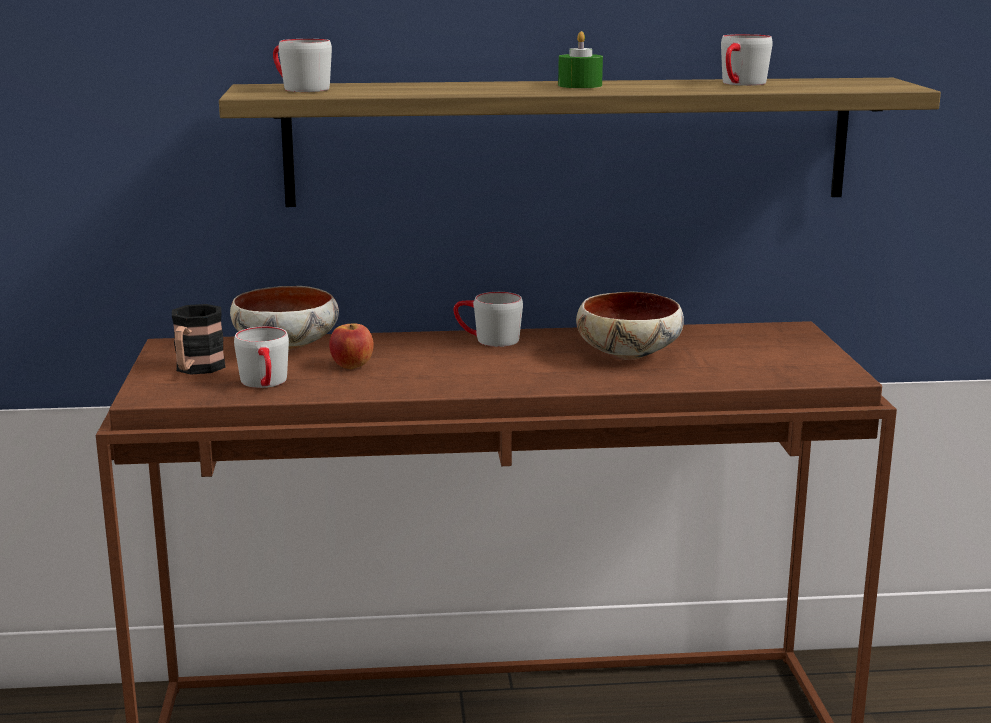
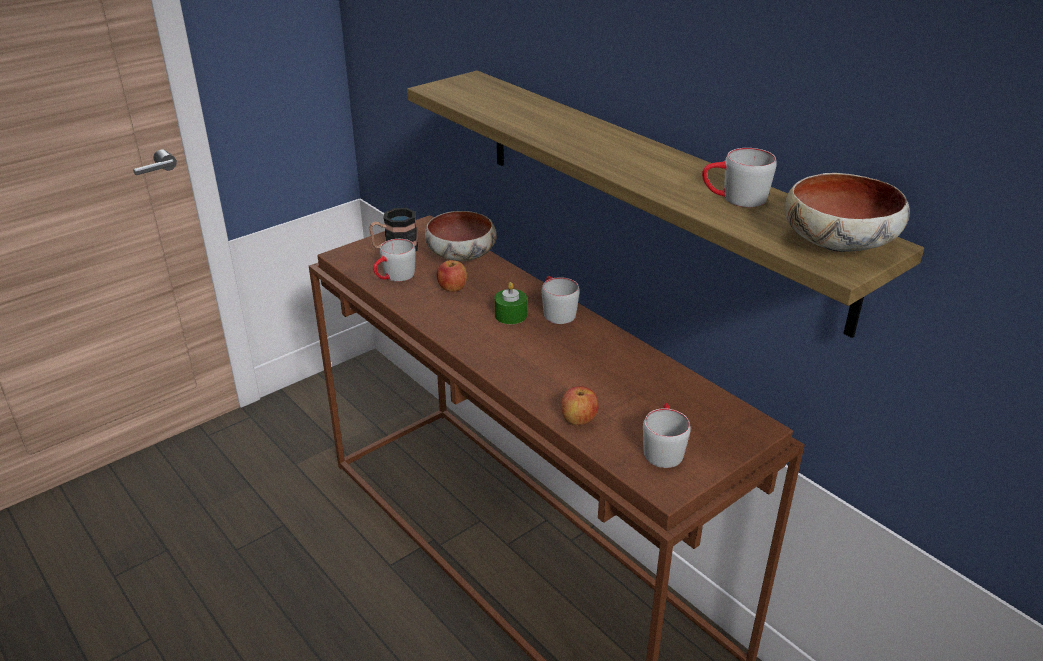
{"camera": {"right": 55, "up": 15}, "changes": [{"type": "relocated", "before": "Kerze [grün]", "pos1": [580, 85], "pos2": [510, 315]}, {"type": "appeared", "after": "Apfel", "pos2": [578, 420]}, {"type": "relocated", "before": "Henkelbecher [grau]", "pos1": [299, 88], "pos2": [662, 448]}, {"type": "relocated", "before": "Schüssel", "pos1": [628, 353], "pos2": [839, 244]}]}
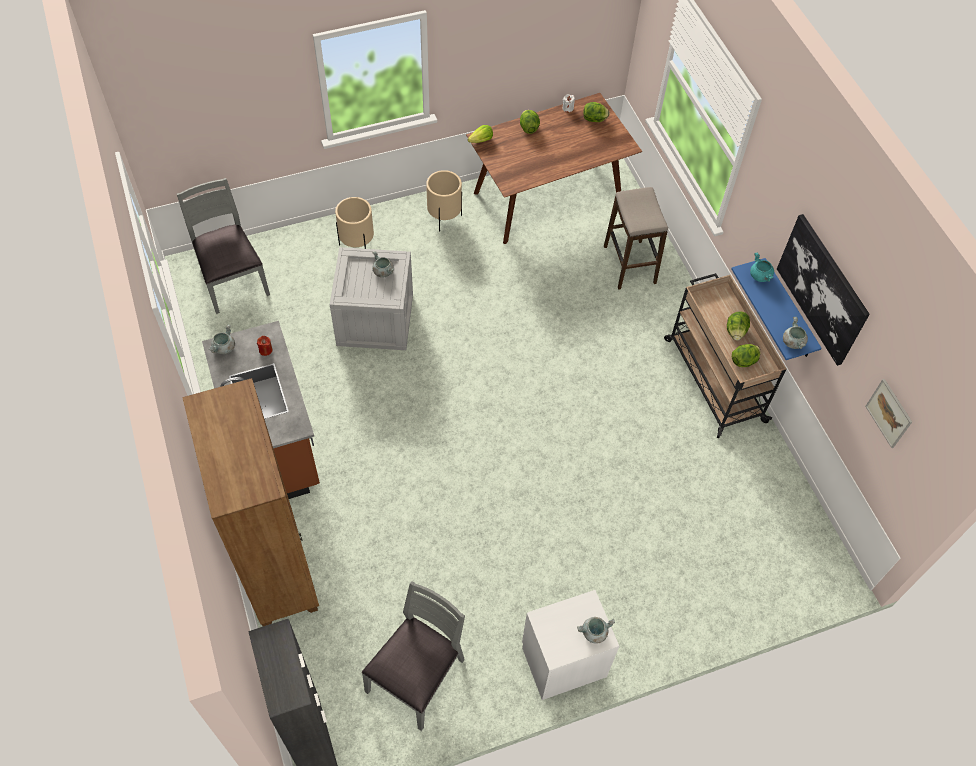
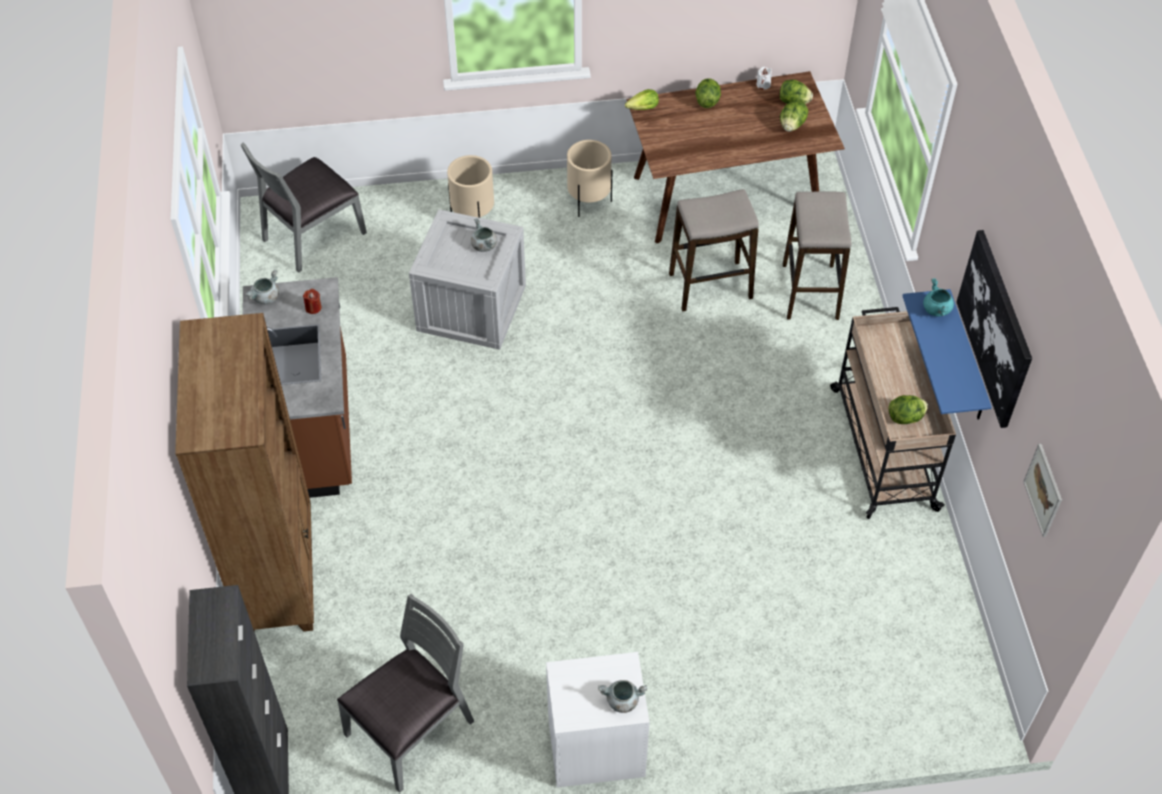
{"camera": {"right": 15, "up": -5}, "changes": [{"type": "spun", "before": "Stuhl [grau]", "pos1": [232, 279], "pos2": [312, 235], "turn": -120}, {"type": "appeared", "after": "Hocker", "pos2": [710, 286]}, {"type": "relocated", "before": "Salatkopf", "pos1": [735, 332], "pos2": [792, 125]}, {"type": "missing", "before": "Kochtopf [grau]", "pos1": [792, 342]}]}
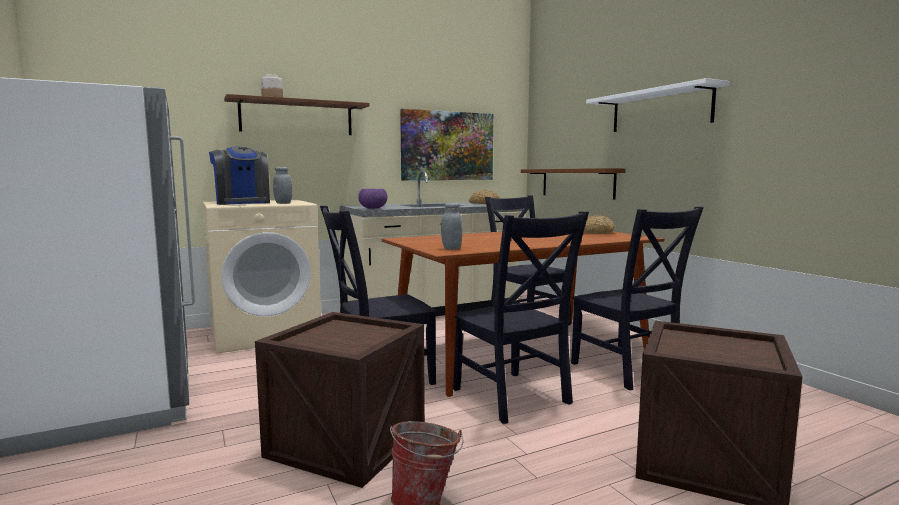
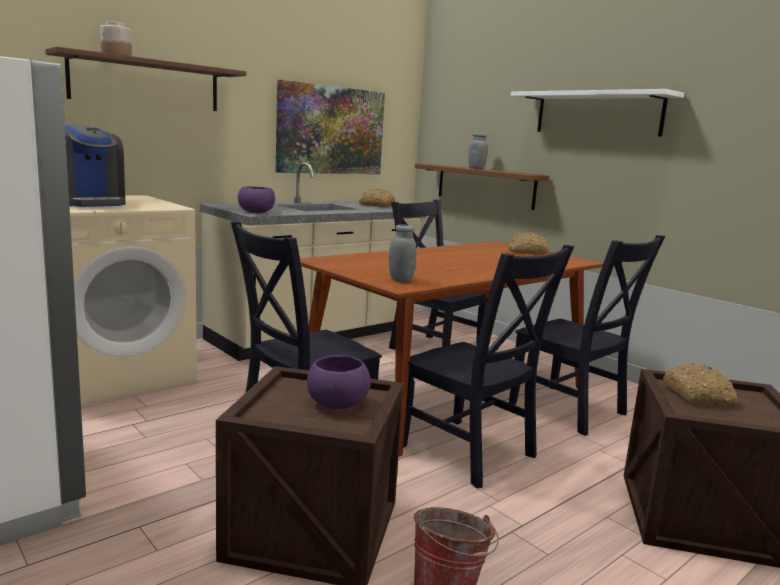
{"camera": {"right": -15, "up": 5}, "changes": [{"type": "appeared", "after": "Schüssel [lila]", "pos2": [337, 404]}, {"type": "relocated", "before": "Vorratsglas [grau]", "pos1": [283, 203], "pos2": [476, 168]}, {"type": "appeared", "after": "Brot", "pos2": [698, 396]}]}
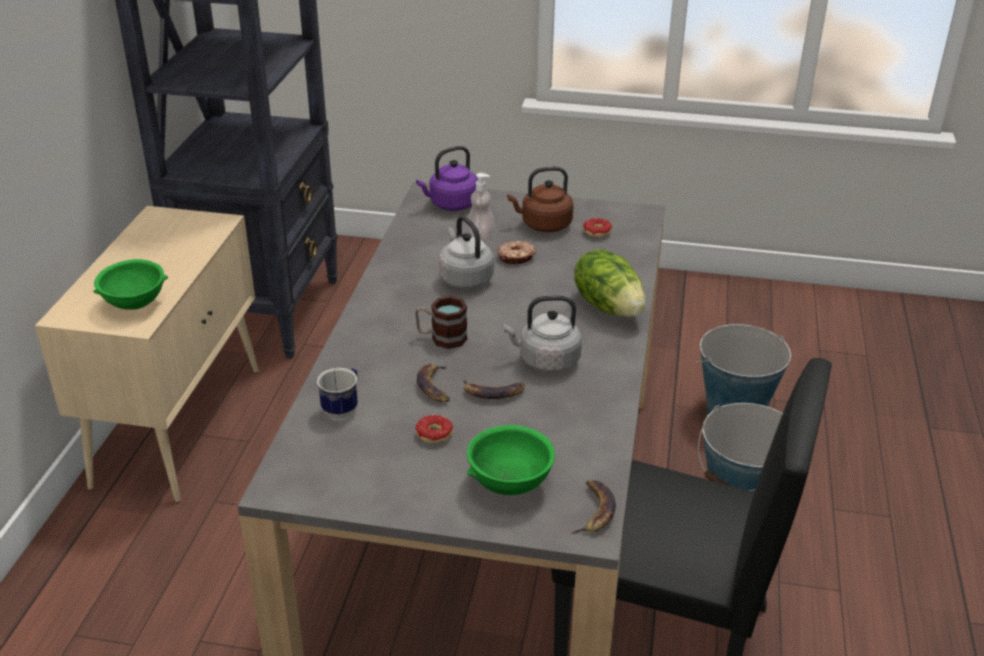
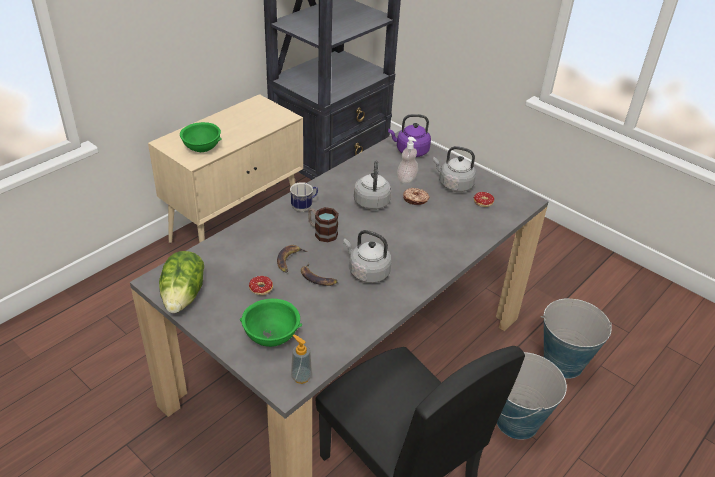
{"camera": {"right": 30, "up": 5}, "changes": [{"type": "relocated", "before": "Salatkopf", "pos1": [609, 306], "pos2": [184, 295]}, {"type": "relocated", "before": "Henkelbecher", "pos1": [343, 408], "pos2": [304, 207]}, {"type": "exchanged", "before": "Banane", "after": "Seifenspender", "pos1": [594, 511], "pos2": [301, 377]}, {"type": "colour", "before": "Wasserkessel [braun]", "after": "Wasserkessel [grau]", "pos1": [543, 225], "pos2": [453, 185]}]}
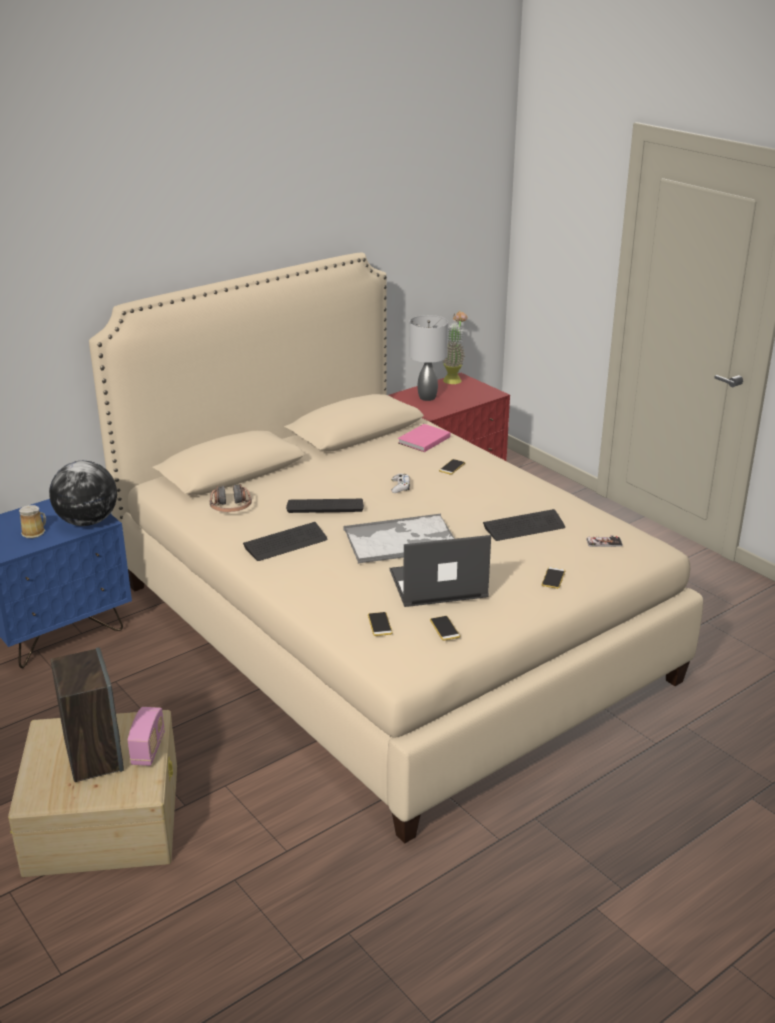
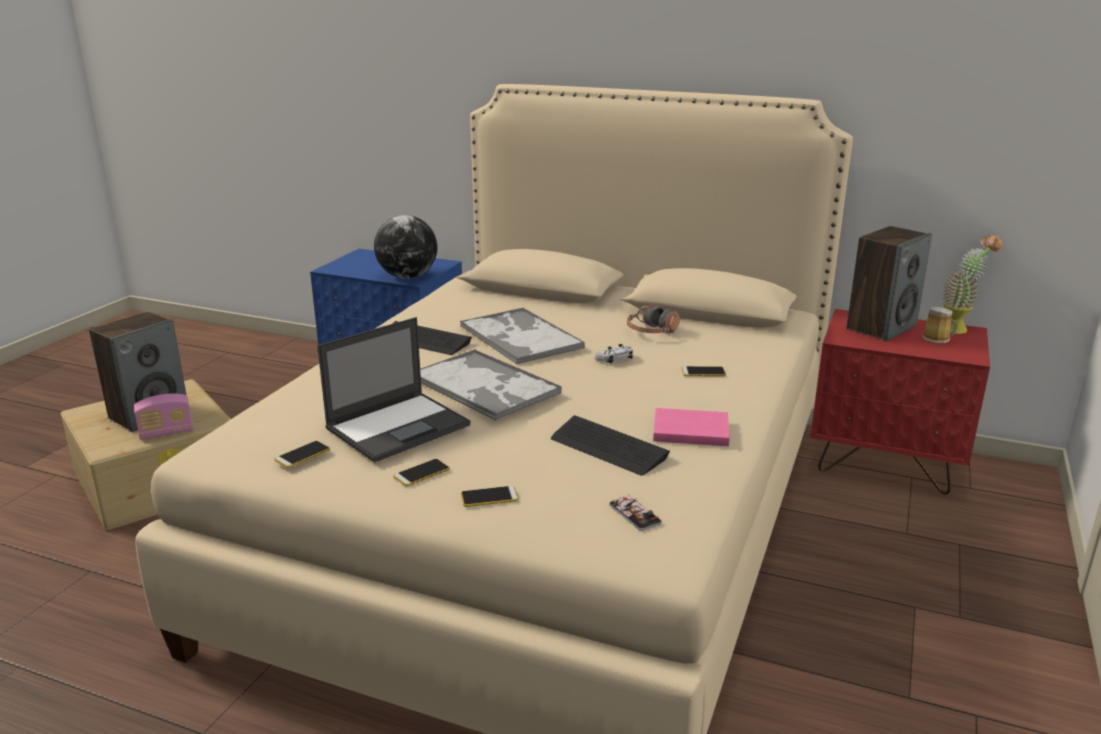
{"camera": {"right": 60, "up": -5}, "changes": [{"type": "spun", "before": "Laptop", "pos1": [436, 584], "pos2": [399, 426], "turn": 90}, {"type": "relocated", "before": "Handy", "pos1": [380, 624], "pos2": [421, 473]}, {"type": "exchanged", "before": "Tastatur", "after": "Tablett", "pos1": [325, 506], "pos2": [519, 336]}, {"type": "relocated", "before": "Kopfhörer", "pos1": [231, 508], "pos2": [652, 332]}, {"type": "relocated", "before": "Buch [rosa]", "pos1": [422, 440], "pos2": [688, 430]}, {"type": "exchanged", "before": "Tischlampe [grau]", "after": "Lautsprecher", "pos1": [426, 397], "pos2": [881, 327]}, {"type": "relocated", "before": "Henkelbecher", "pos1": [35, 532], "pos2": [938, 339]}]}
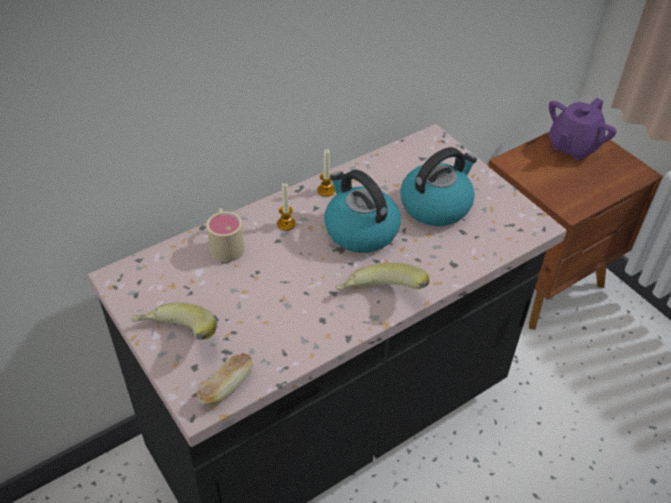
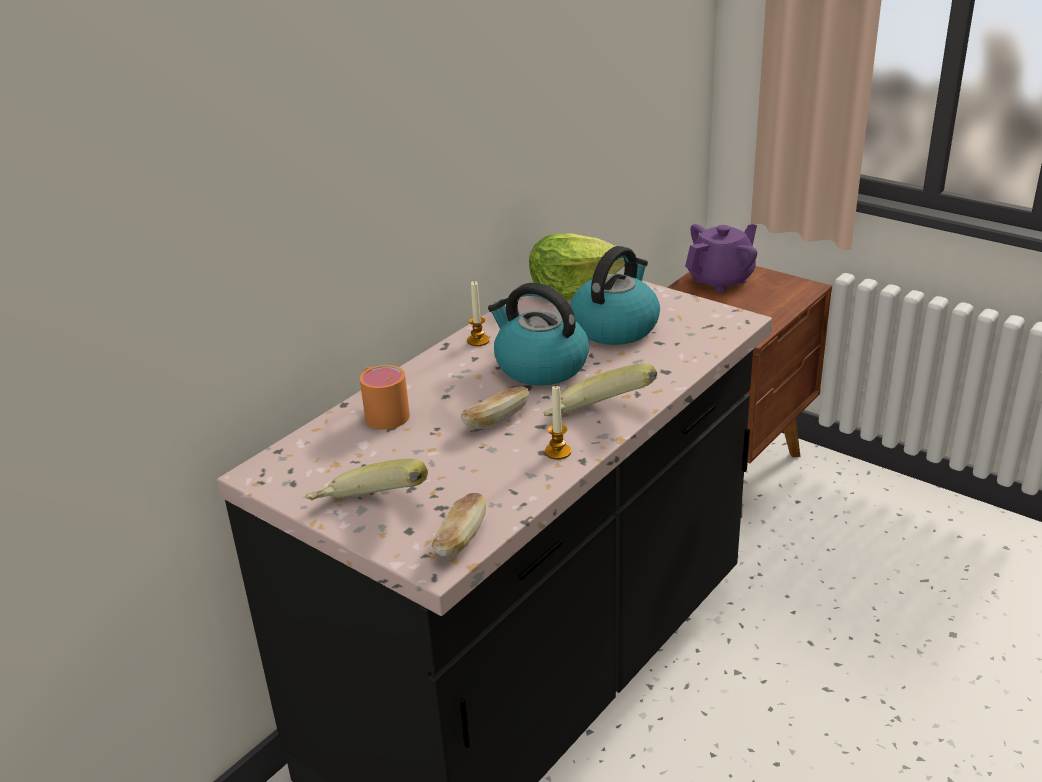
{"camera": {"right": -15, "up": -15}, "changes": [{"type": "colour", "before": "Henkelbecher [beige]", "after": "Henkelbecher [orange]", "pos1": [226, 244], "pos2": [382, 412]}, {"type": "appeared", "after": "Brot", "pos2": [496, 420]}, {"type": "appeared", "after": "Salatkopf", "pos2": [572, 289]}, {"type": "relocated", "before": "Kerze", "pos1": [286, 224], "pos2": [558, 452]}, {"type": "spun", "before": "Teekanne [lila]", "pos1": [572, 147], "pos2": [721, 280], "turn": -150}]}
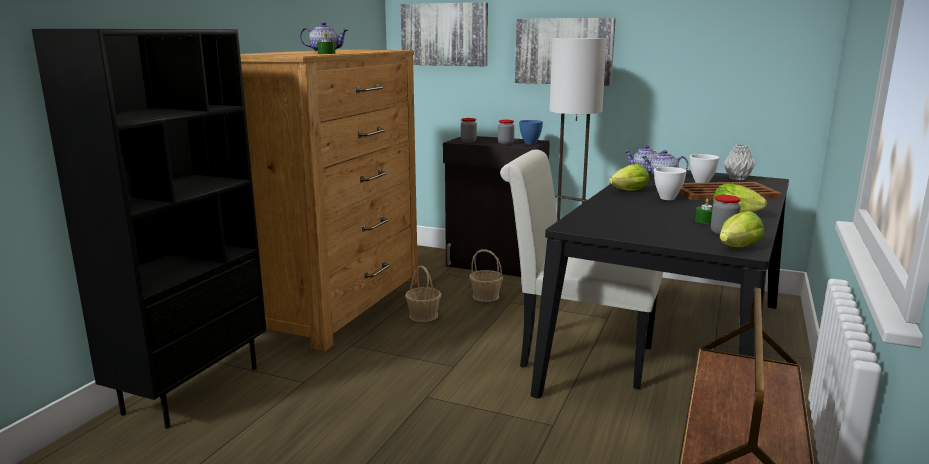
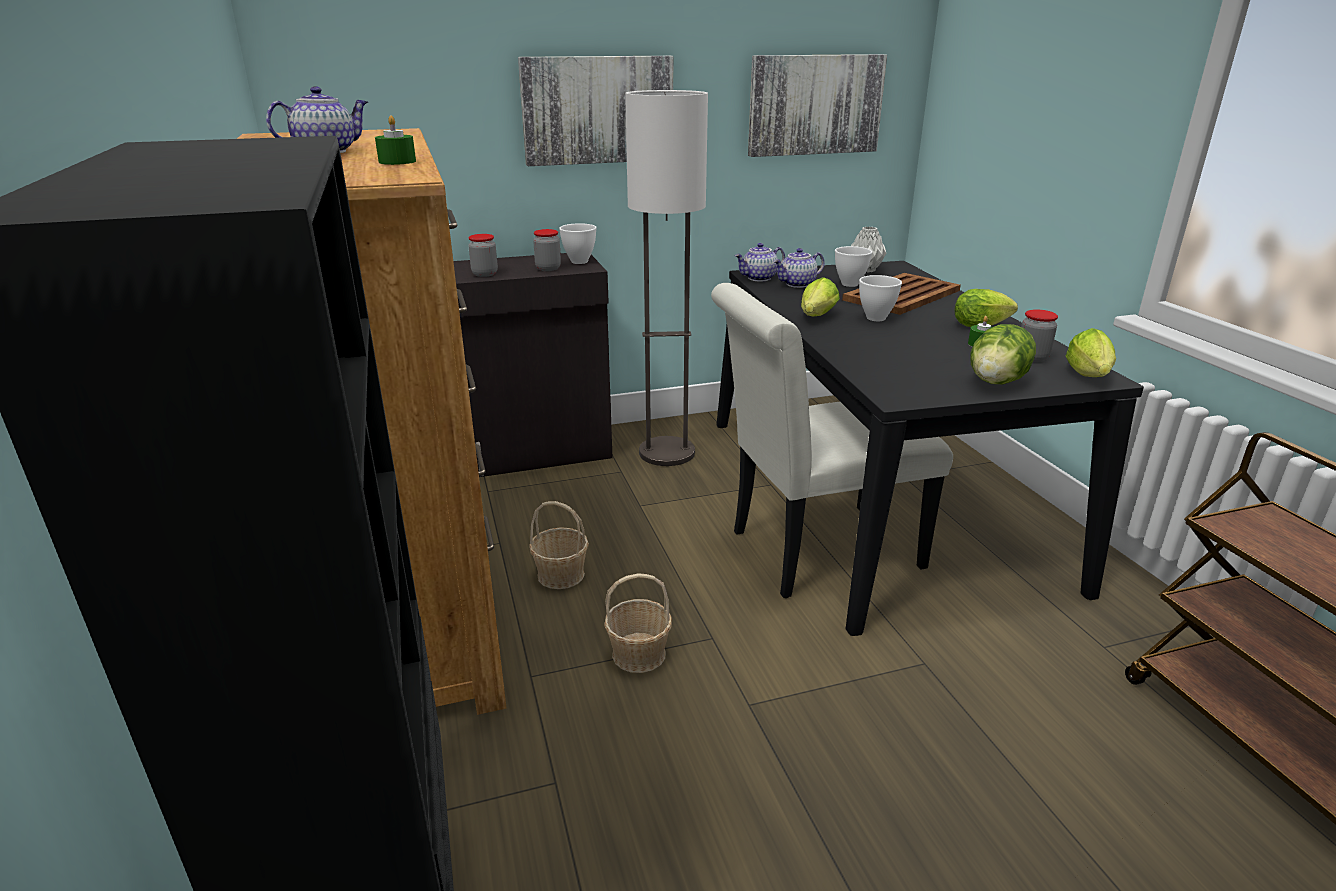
{"camera": {"right": -40, "up": 10}, "changes": [{"type": "colour", "before": "Schüssel [blau]", "after": "Schüssel [weiß]", "pos1": [530, 143], "pos2": [580, 262]}, {"type": "relocated", "before": "Korb", "pos1": [486, 296], "pos2": [639, 654]}, {"type": "relocated", "before": "Bild", "pos1": [444, 34], "pos2": [815, 105]}, {"type": "appeared", "after": "Salatkopf", "pos2": [996, 382]}]}
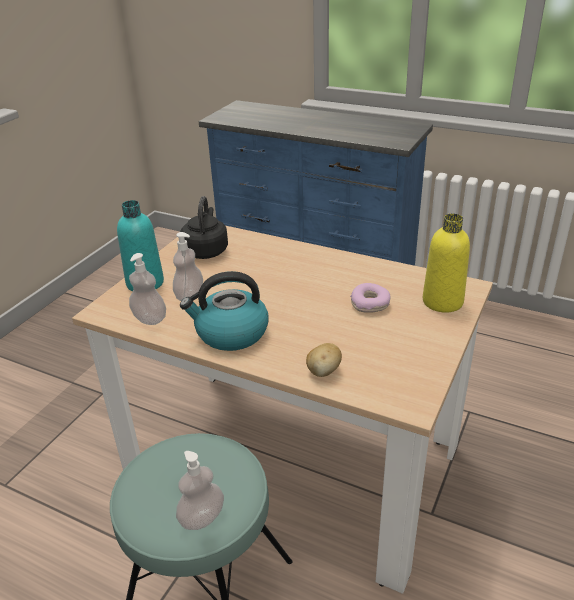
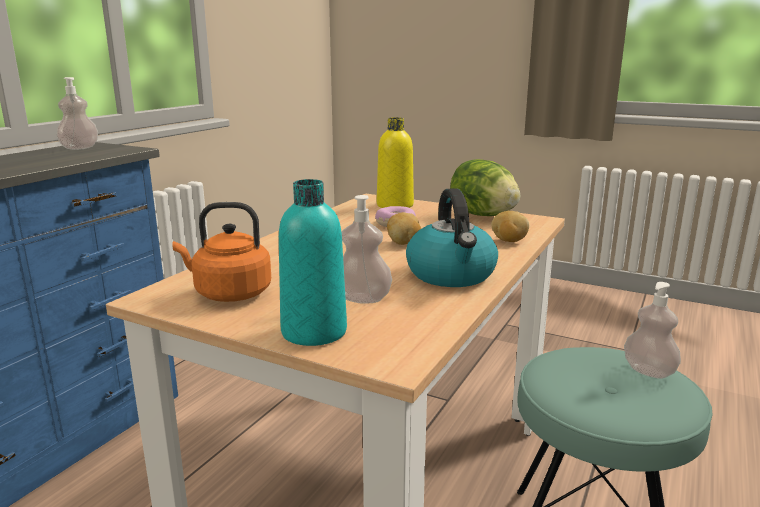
{"camera": {"right": -90, "up": -15}, "changes": [{"type": "relocated", "before": "Seifenspender", "pos1": [150, 319], "pos2": [80, 148]}, {"type": "colour", "before": "Wasserkessel [schwarz]", "after": "Wasserkessel [orange]", "pos1": [206, 250], "pos2": [229, 293]}, {"type": "appeared", "after": "Kartoffel", "pos2": [404, 243]}, {"type": "appeared", "after": "Salatkopf", "pos2": [483, 215]}]}
